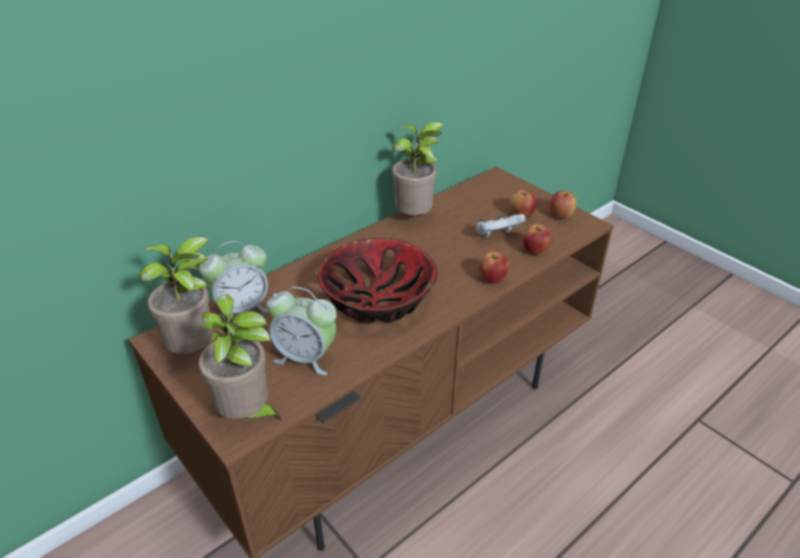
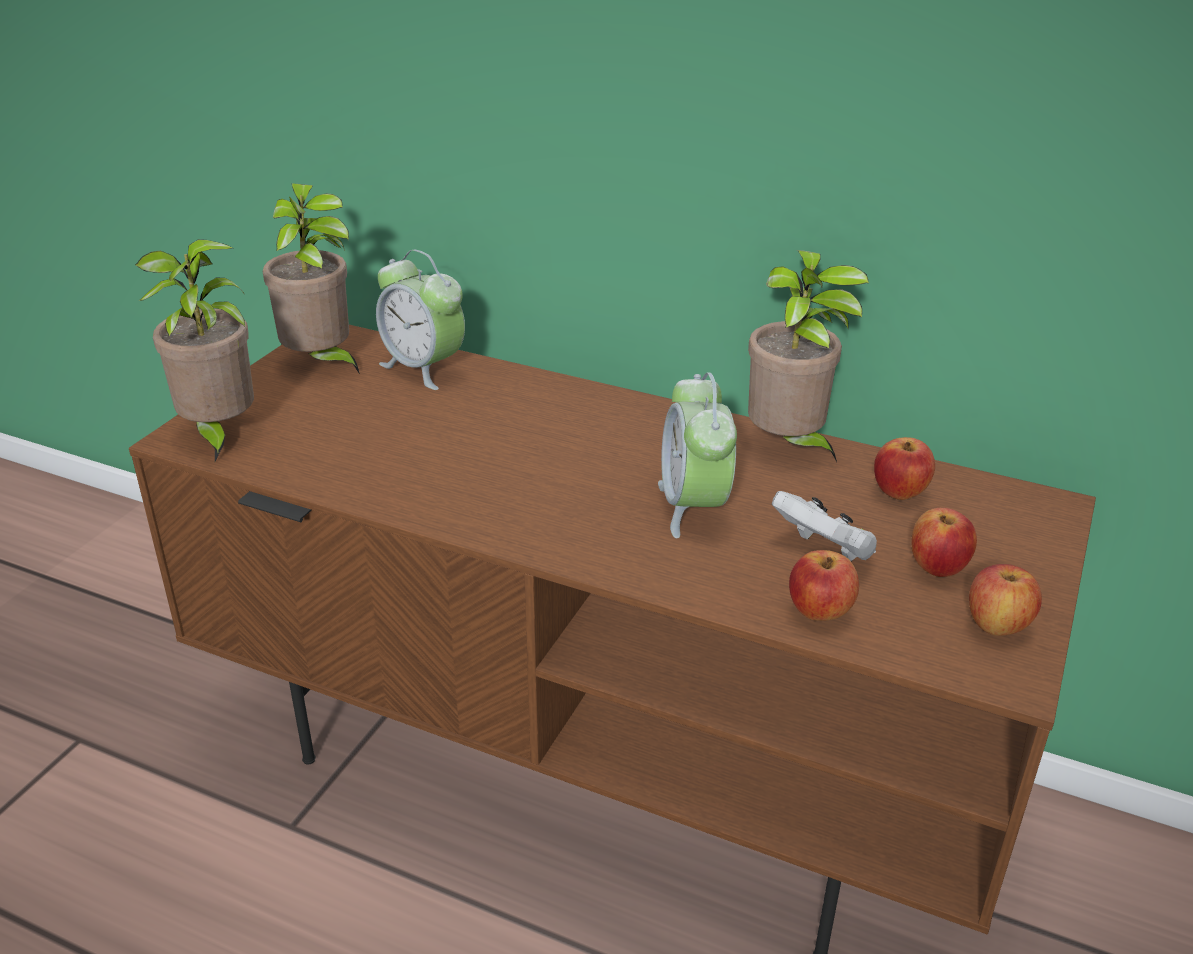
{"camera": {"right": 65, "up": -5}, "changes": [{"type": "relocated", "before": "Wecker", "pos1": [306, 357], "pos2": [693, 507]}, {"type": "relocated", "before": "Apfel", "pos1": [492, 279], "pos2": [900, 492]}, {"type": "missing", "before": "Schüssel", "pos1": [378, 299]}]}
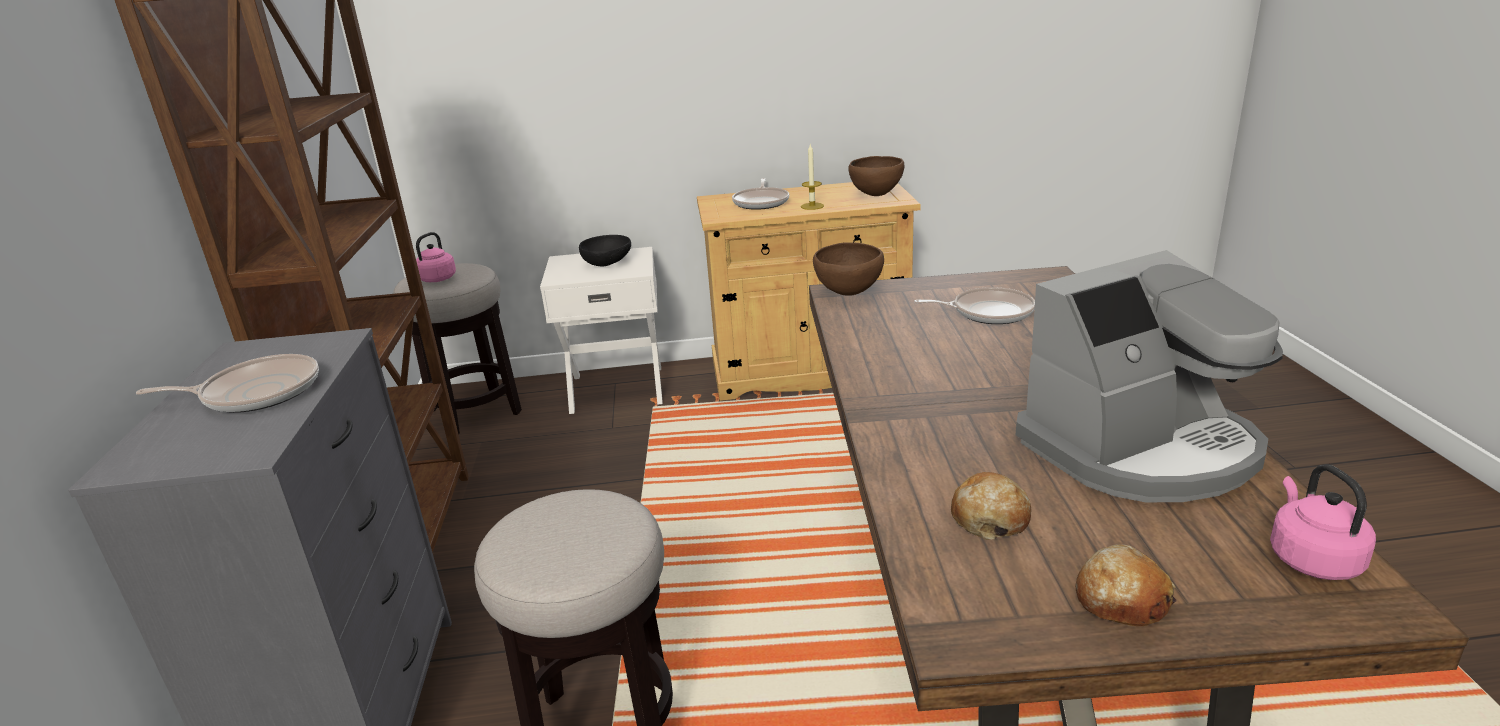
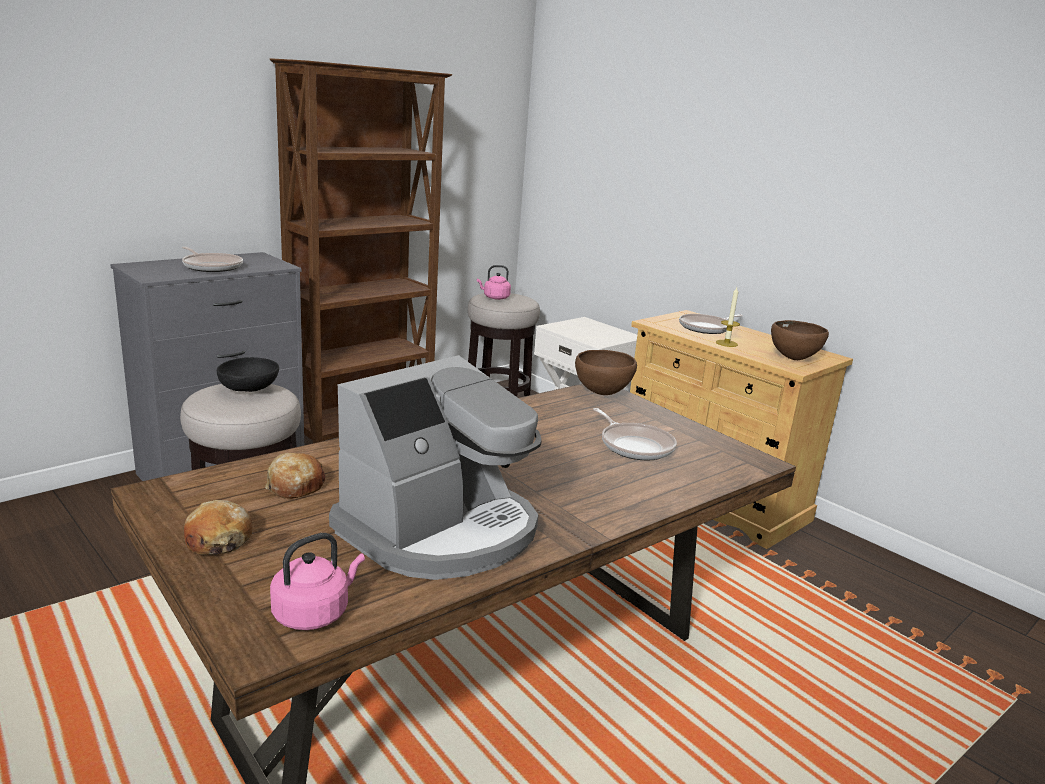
{"camera": {"right": 50, "up": -5}, "changes": [{"type": "relocated", "before": "Schüssel [schwarz]", "pos1": [608, 263], "pos2": [249, 390]}, {"type": "spun", "before": "Kaffeemaschine", "pos1": [1141, 449], "pos2": [441, 531], "turn": -75}]}
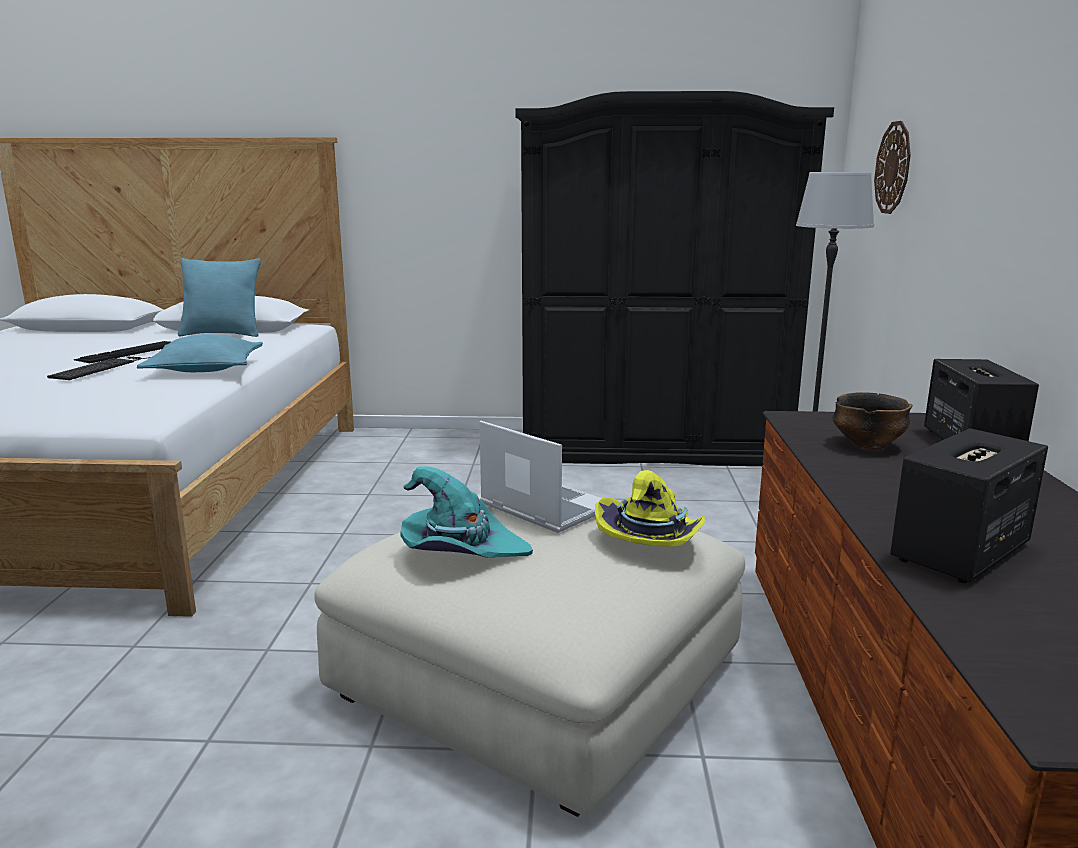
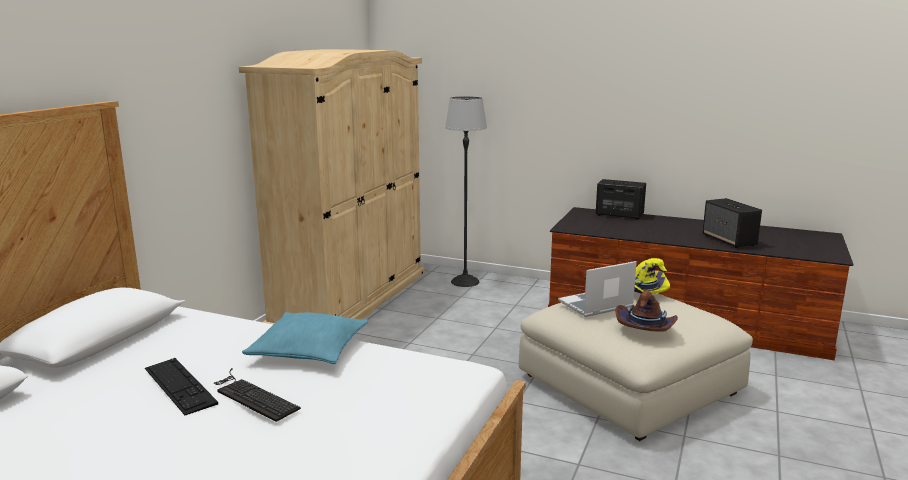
{"camera": {"right": -70, "up": 0}, "changes": [{"type": "colour", "before": "Kleiderschrank [schwarz]", "after": "Kleiderschrank [beige]", "pos1": [652, 447], "pos2": [351, 298]}, {"type": "colour", "before": "Hut [türkis]", "after": "Hut [braun]", "pos1": [461, 549], "pos2": [645, 328]}, {"type": "missing", "before": "Kissen [türkis]", "pos1": [222, 334]}, {"type": "missing", "before": "Schüssel", "pos1": [867, 445]}, {"type": "missing", "before": "Wanduhr", "pos1": [893, 168]}]}
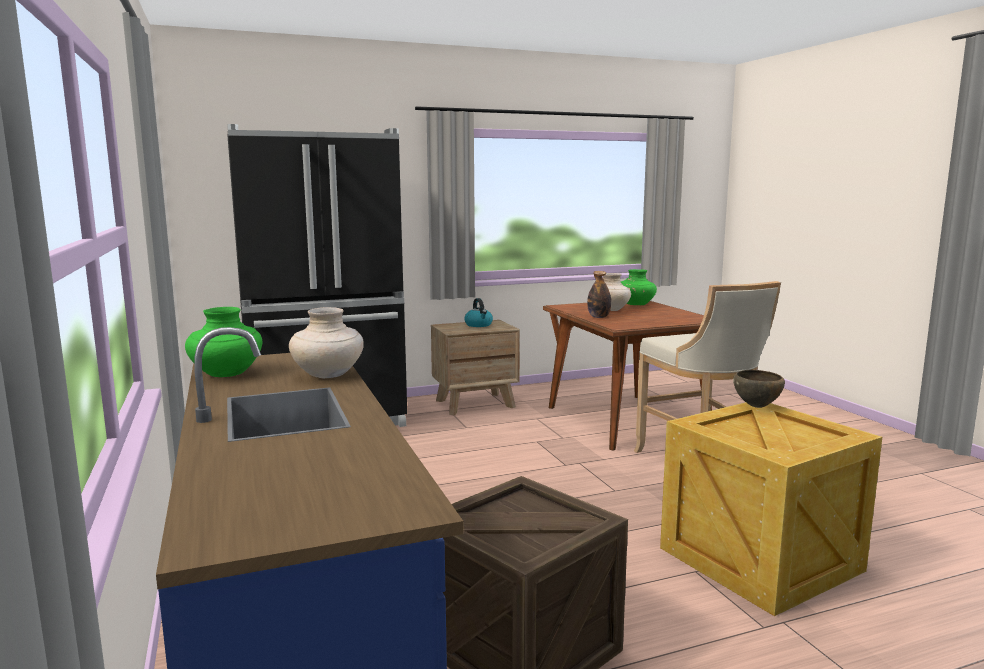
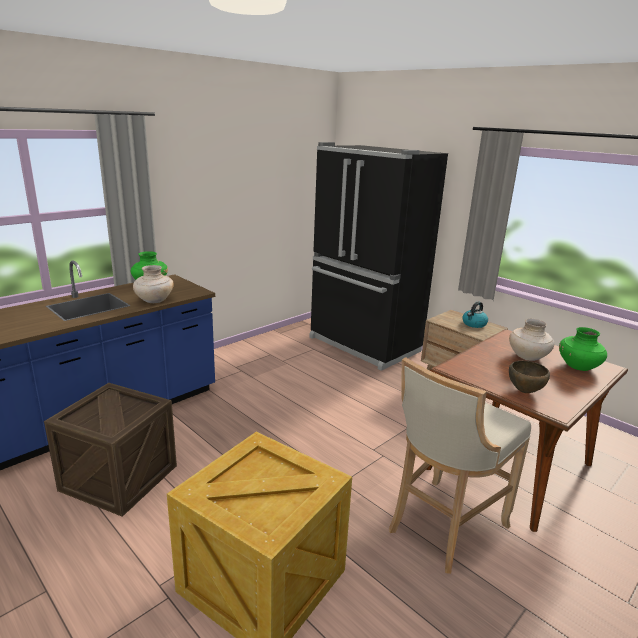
{"camera": {"right": 65, "up": 10}, "changes": [{"type": "relocated", "before": "Schüssel [braun]", "pos1": [757, 406], "pos2": [525, 391]}, {"type": "missing", "before": "Flasche", "pos1": [598, 317]}]}
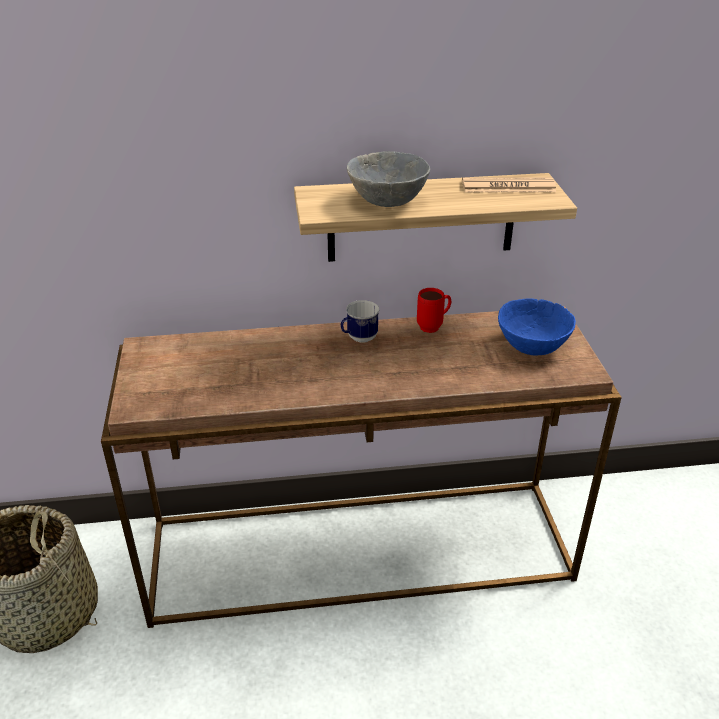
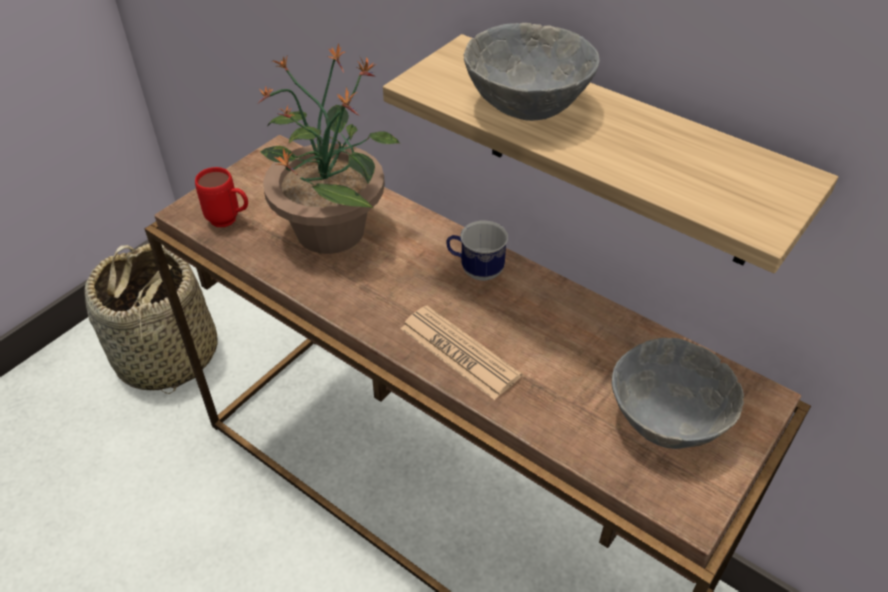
{"camera": {"right": 45, "up": 10}, "changes": [{"type": "relocated", "before": "Henkelbecher [rot]", "pos1": [434, 326], "pos2": [230, 221]}, {"type": "appeared", "after": "Topfpflanze", "pos2": [331, 229]}, {"type": "relocated", "before": "Zeitung", "pos1": [508, 187], "pos2": [459, 352]}, {"type": "colour", "before": "Schüssel [blau]", "after": "Schüssel [grau]", "pos1": [532, 346], "pos2": [666, 420]}]}
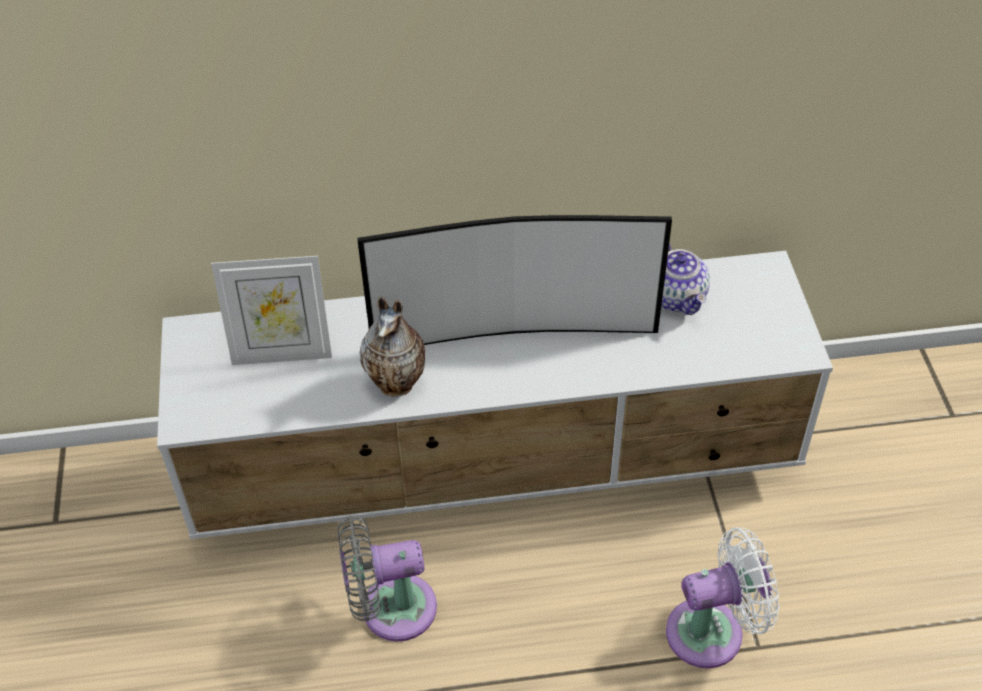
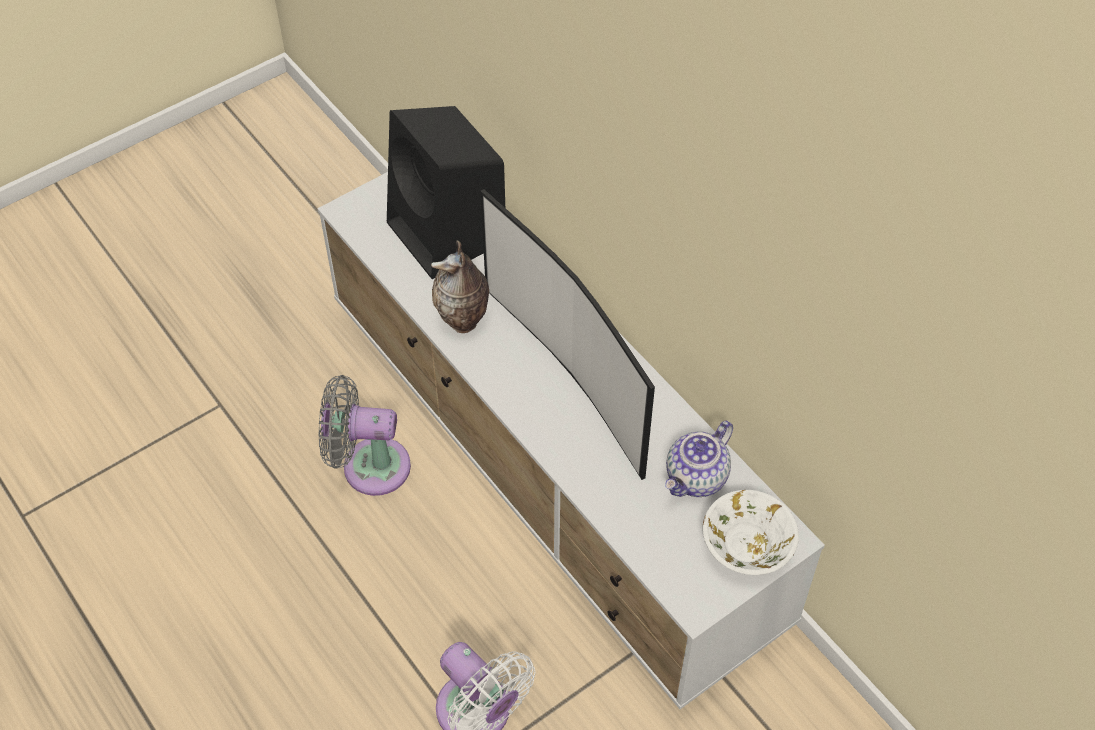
{"camera": {"right": 60, "up": 5}, "changes": [{"type": "spun", "before": "Ventilator [grau]", "pos1": [390, 609], "pos2": [369, 466], "turn": -45}, {"type": "exchanged", "before": "Bilderrahmen", "after": "Lautsprecher [schwarz]", "pos1": [282, 353], "pos2": [449, 234]}, {"type": "appeared", "after": "Schüssel [weiß]", "pos2": [747, 547]}]}
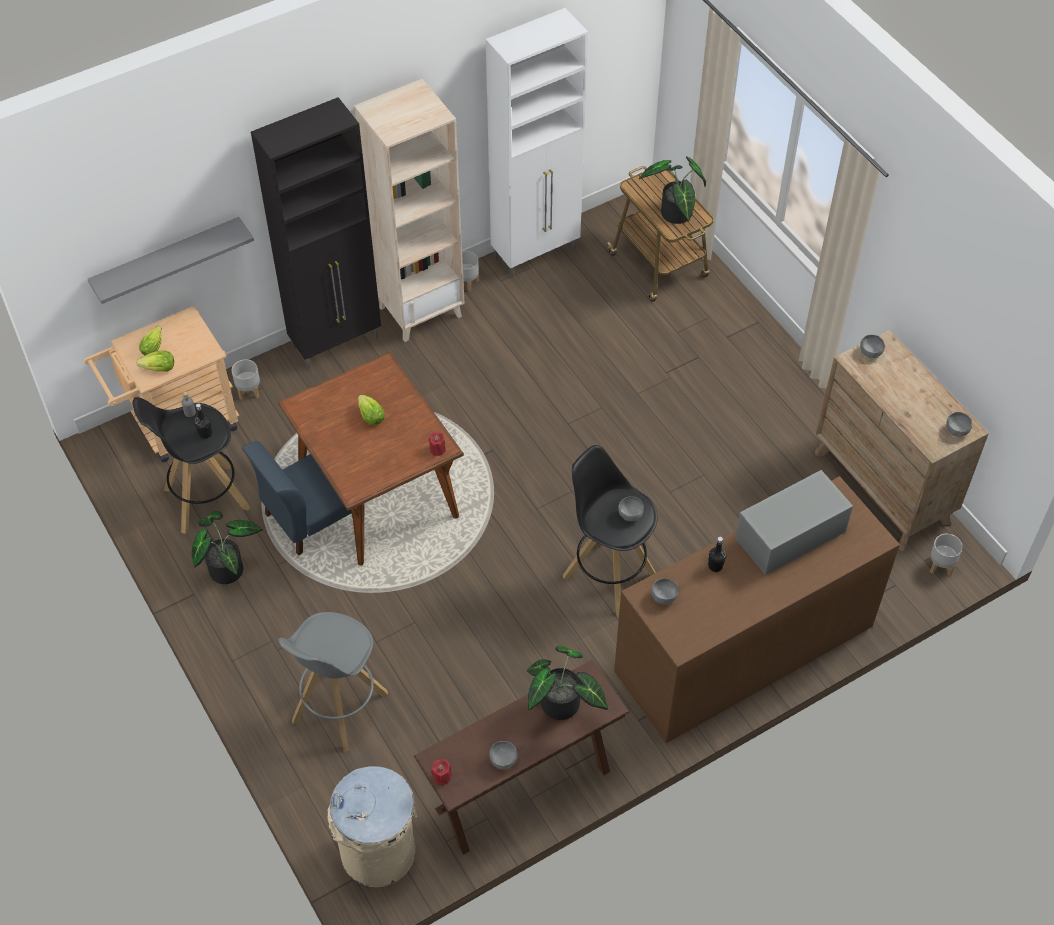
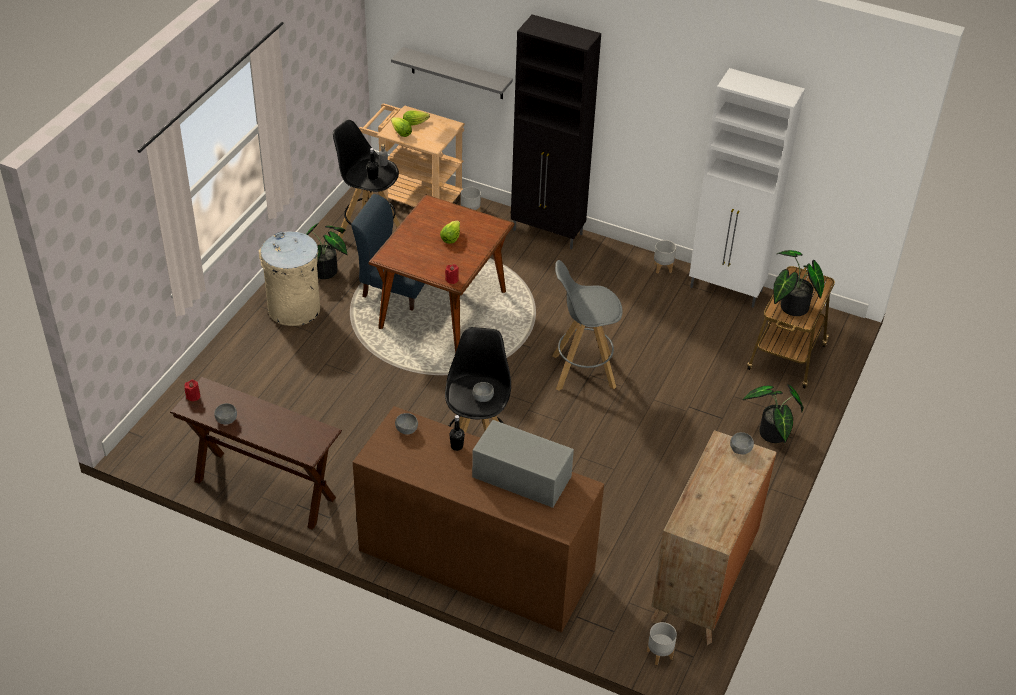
{"camera": {"right": 55, "up": -10}, "changes": [{"type": "relocated", "before": "Mülleimer [beige]", "pos1": [378, 852], "pos2": [294, 309]}, {"type": "relocated", "before": "Hocker [grau]", "pos1": [339, 708], "pos2": [582, 371]}, {"type": "relocated", "before": "Topfpflanze", "pos1": [562, 707], "pos2": [771, 435]}, {"type": "missing", "before": "Bücherregal [beige]", "pos1": [420, 311]}, {"type": "missing", "before": "Schüssel [grau]", "pos1": [957, 430]}]}
